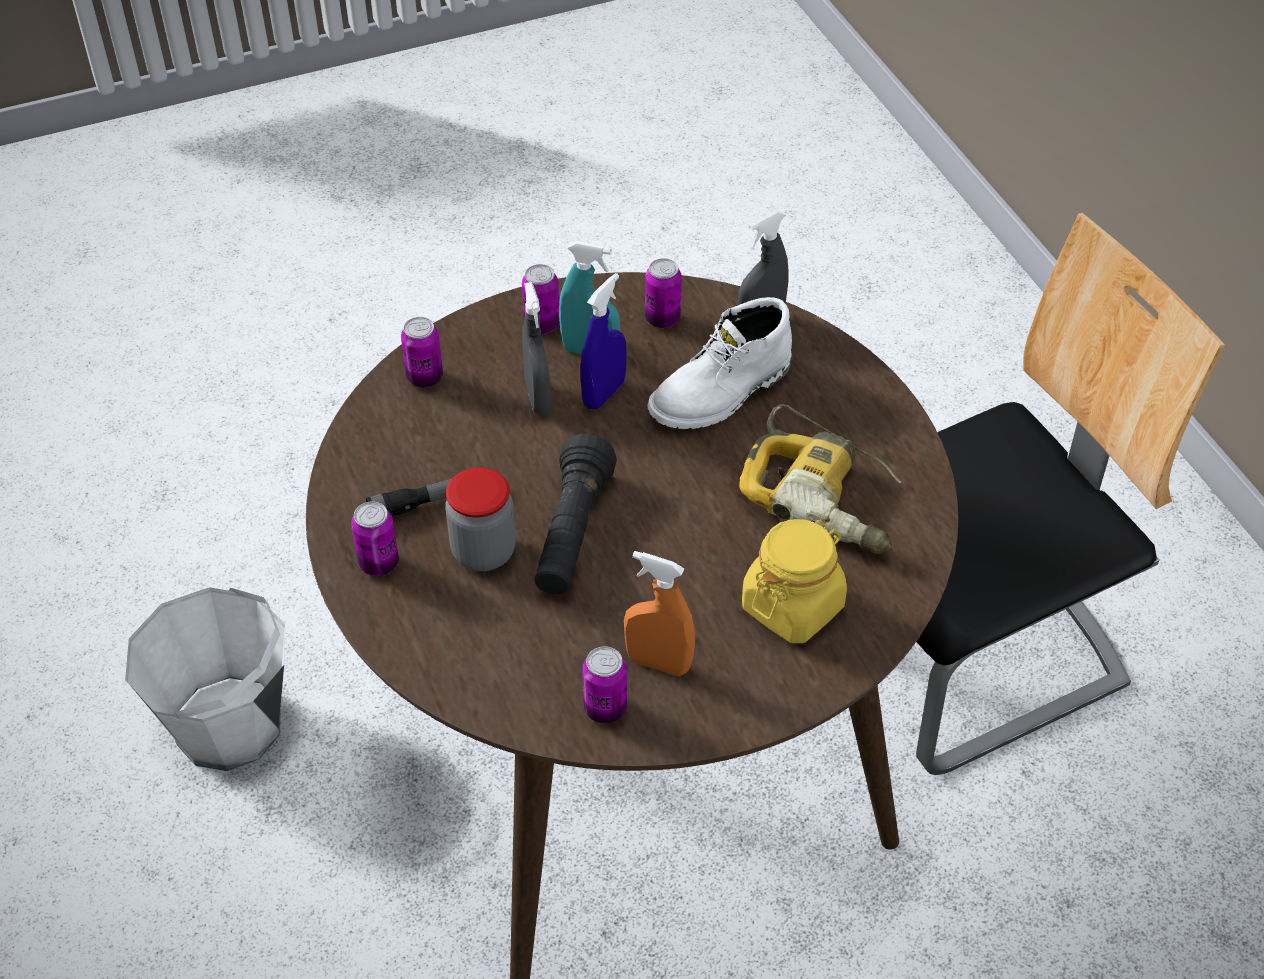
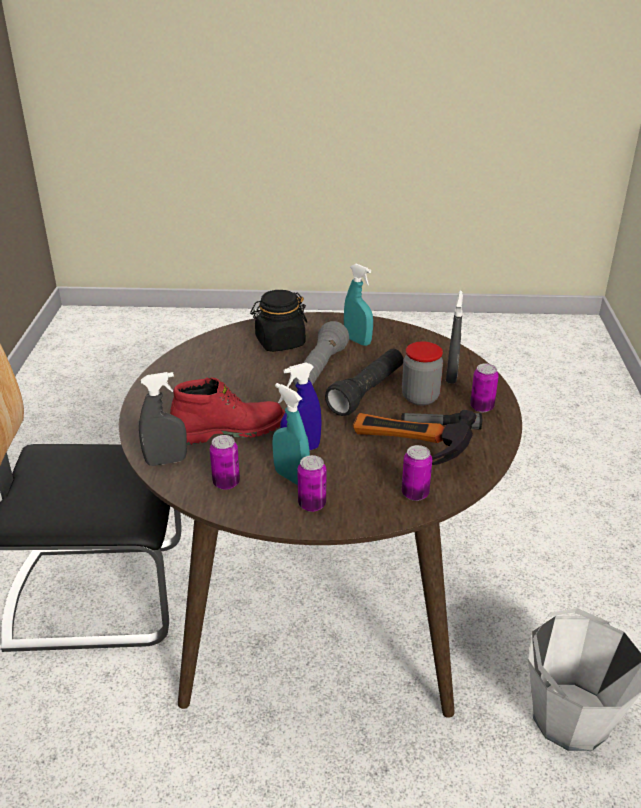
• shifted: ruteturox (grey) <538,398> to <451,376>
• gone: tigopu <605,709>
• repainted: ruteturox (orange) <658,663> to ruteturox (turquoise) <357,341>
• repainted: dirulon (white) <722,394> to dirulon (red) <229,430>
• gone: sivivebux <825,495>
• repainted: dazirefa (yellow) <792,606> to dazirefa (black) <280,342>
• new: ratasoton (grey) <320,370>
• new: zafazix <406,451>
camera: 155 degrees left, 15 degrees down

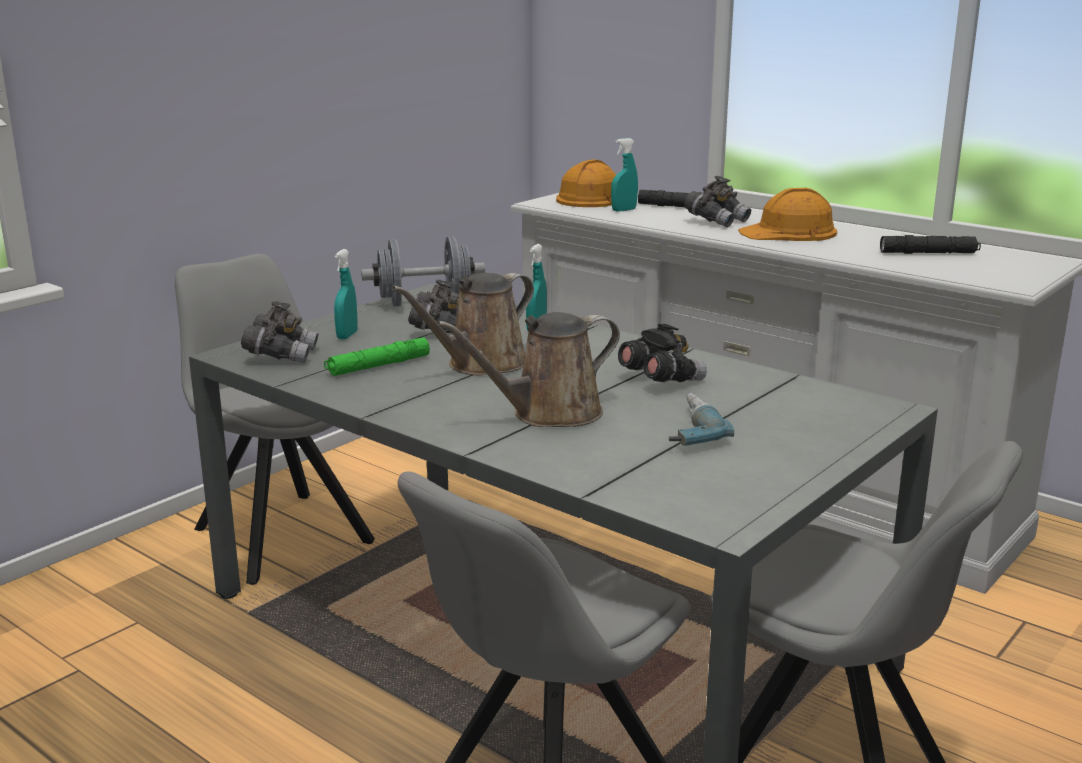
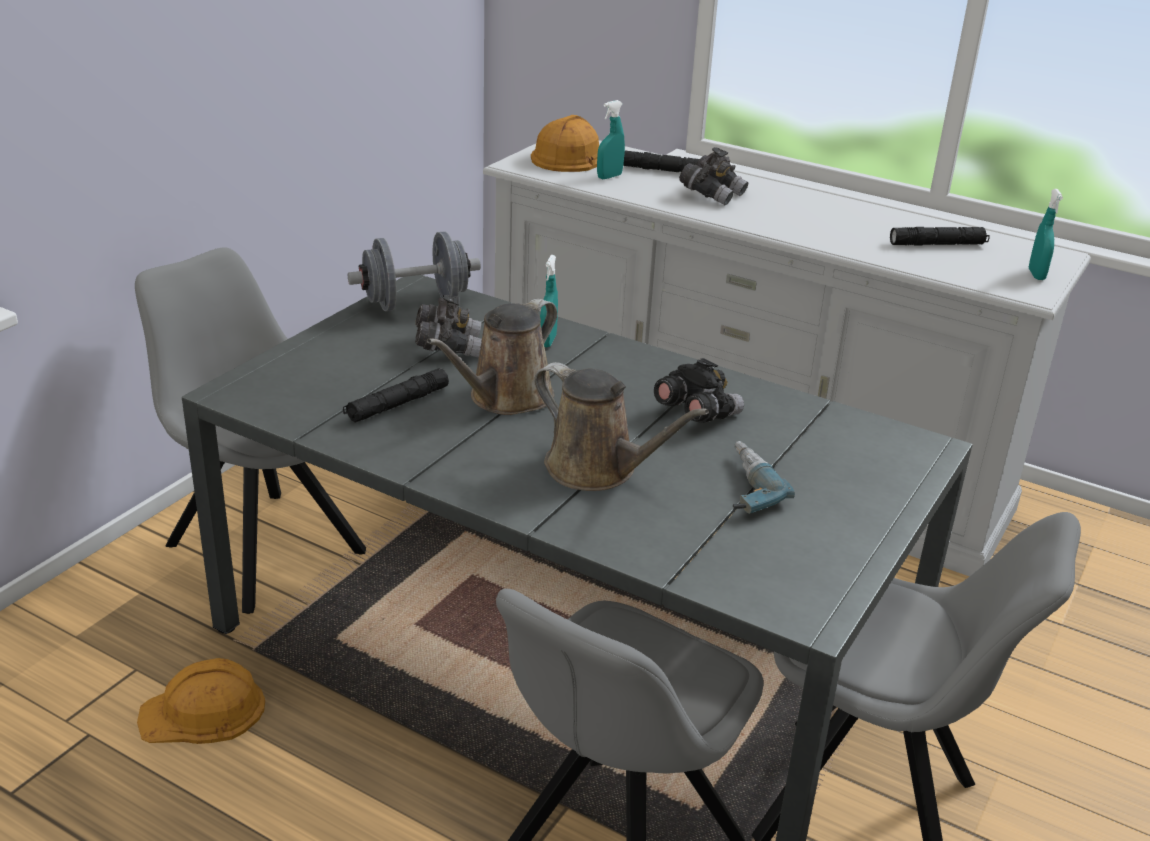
• gone: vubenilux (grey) <281,355>
• repainted: ratasoton (green) <378,366> to ratasoton (black) <397,404>
• shifted: ruteturox (turquoise) <347,335> to <1036,275>
• rotated: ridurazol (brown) <548,414> = <598,469> 105 degrees counterclockwise
• shifted: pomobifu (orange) <789,232> to <203,712>
camera: 10 degrees left, 10 degrees up

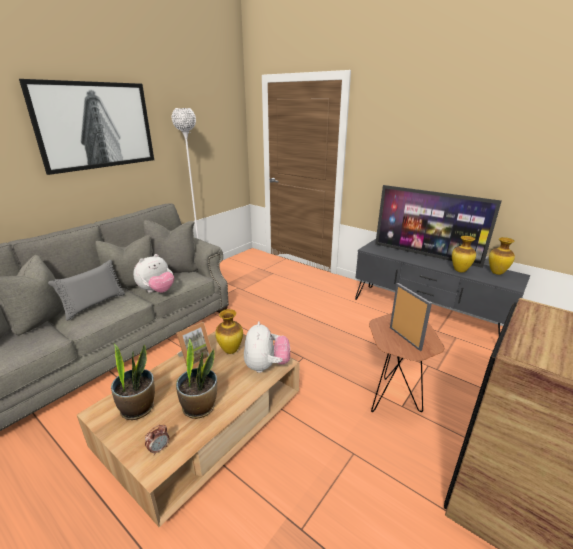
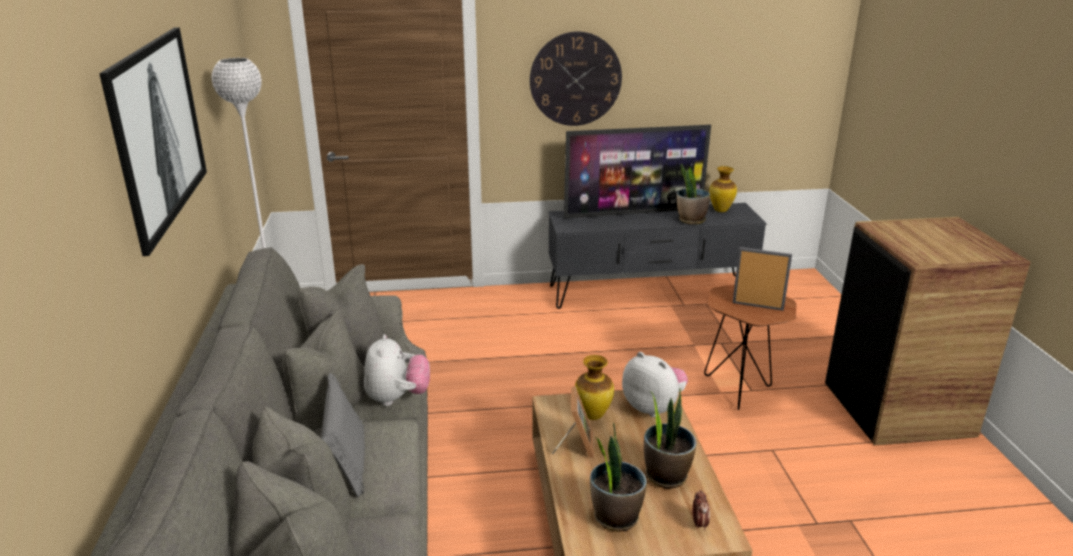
• swapped: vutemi <460,271> to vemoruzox <691,220>
• new: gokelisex <575,79>
camera: 45 degrees left, 0 degrees up

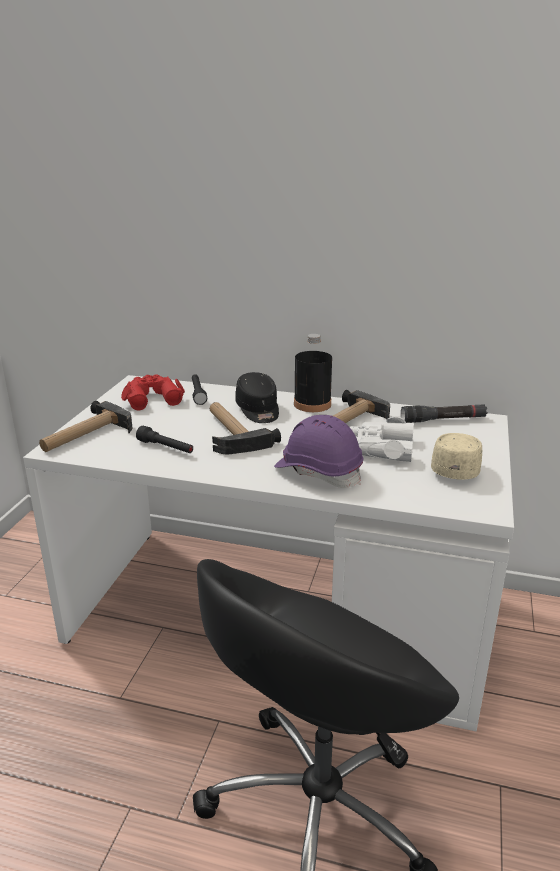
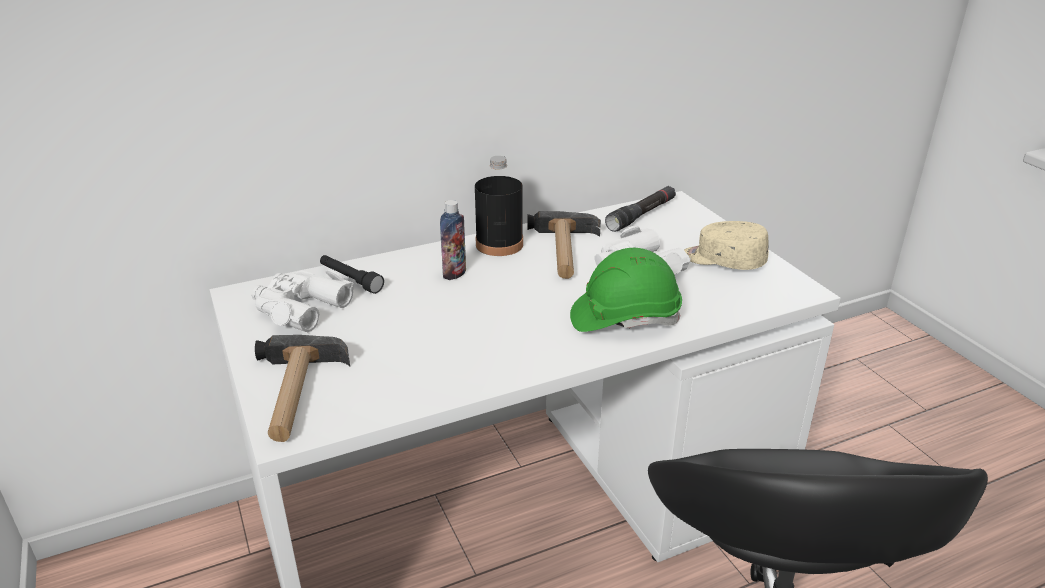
• repainted: vubenilux (red) <152,398> to vubenilux (white) <299,307>
• gone: ratasoton (black) <166,448>
• gone: zafazix <231,432>
• swapped: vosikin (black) <258,410> to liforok <454,273>
• repainted: pomobifu (purple) <318,472> to pomobifu (green) <624,318>
• rotated: vosikin (beige) <456,467> = <723,260> 45 degrees counterclockwise
camera: 40 degrees left, 5 degrees up

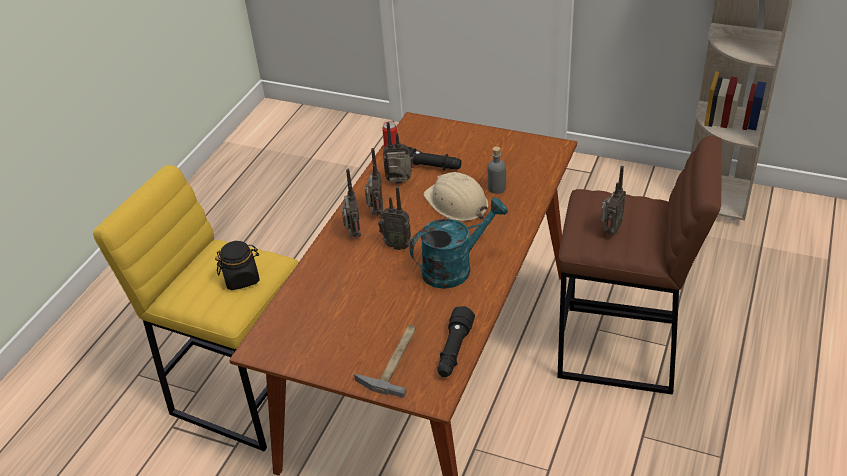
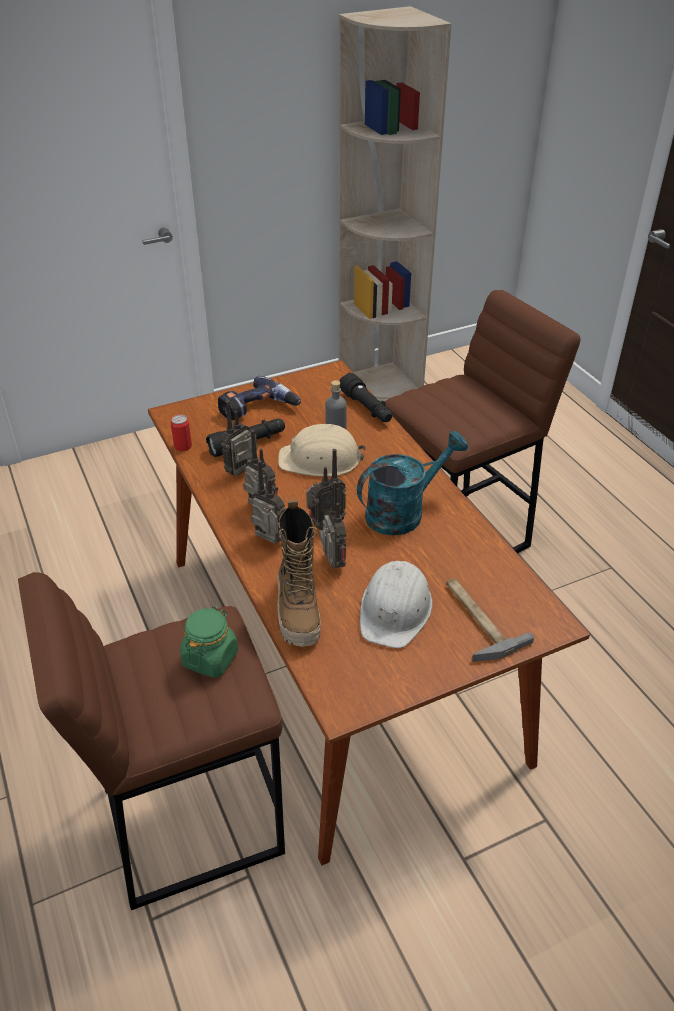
• repainted: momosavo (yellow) <241,394> to momosavo (brown) <187,822>
• repainted: dazirefa (black) <242,278> to dazirefa (green) <210,658>
• rotated: ridurazol (turquoise) <455,267> = <403,512> 45 degrees clockwise
• shifted: ratasoton (black) <454,351> to <367,408>
• shifted: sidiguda <609,231> to <332,564>
• new: sivivebux <259,410>
• new: dirulon <299,611>
• new: pomobifu (white) <395,609>
camera: 50 degrees left, 0 degrees up

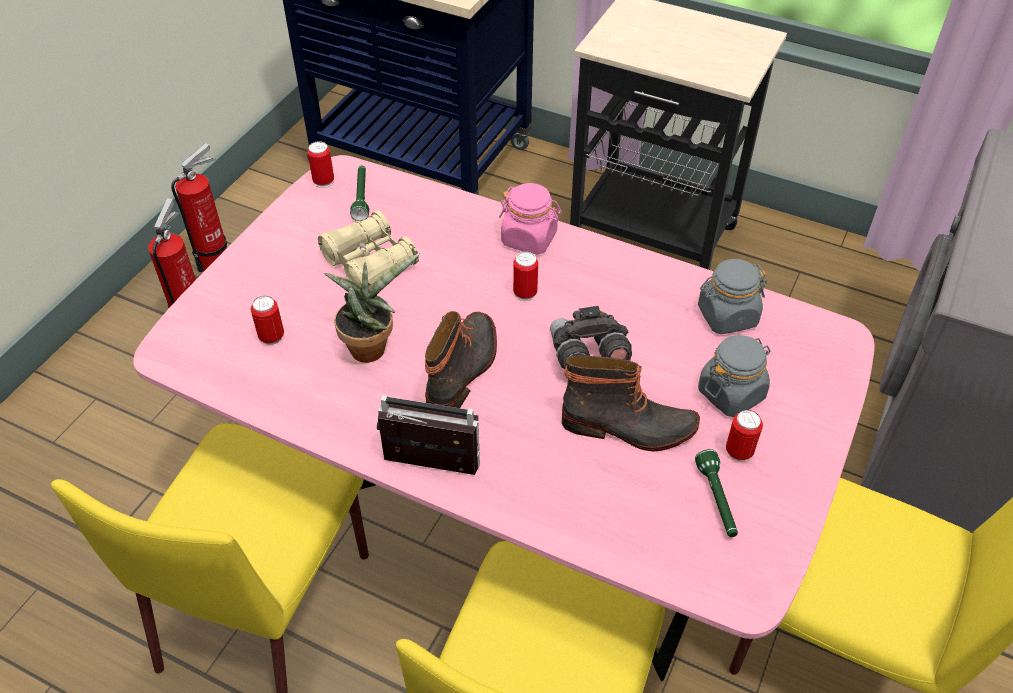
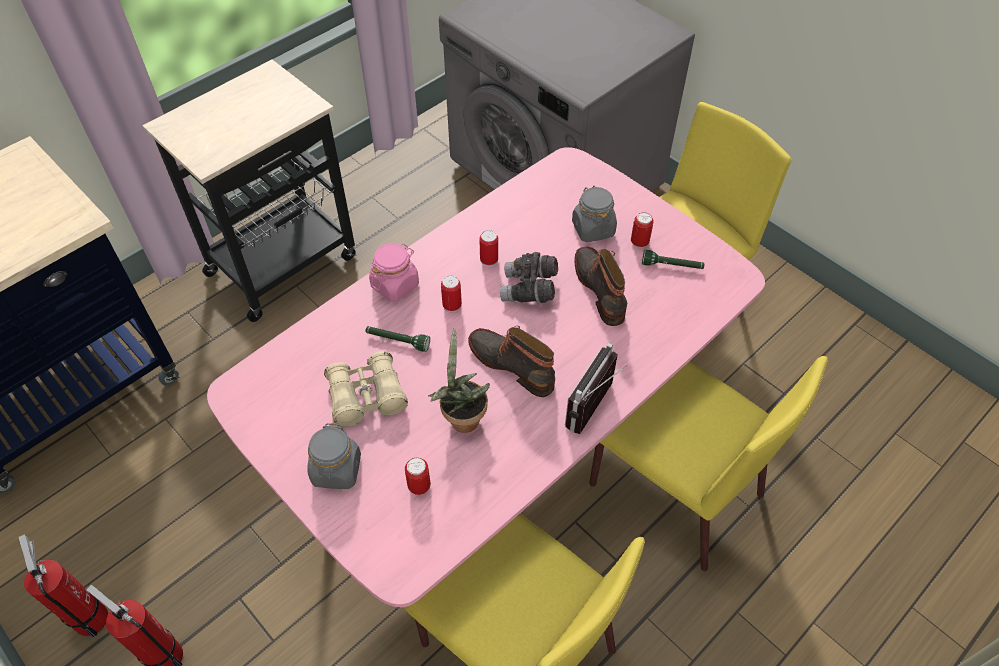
• shifted: tigopu <323,181> to <489,260>
• shifted: ratasoton (green) <361,197> to <397,341>
• rotated: dirulon <628,428> = <601,289> 45 degrees counterclockwise
• shifted: dazirefa (grey) <727,316> to <336,470>
camera: 70 degrees left, 5 degrees up

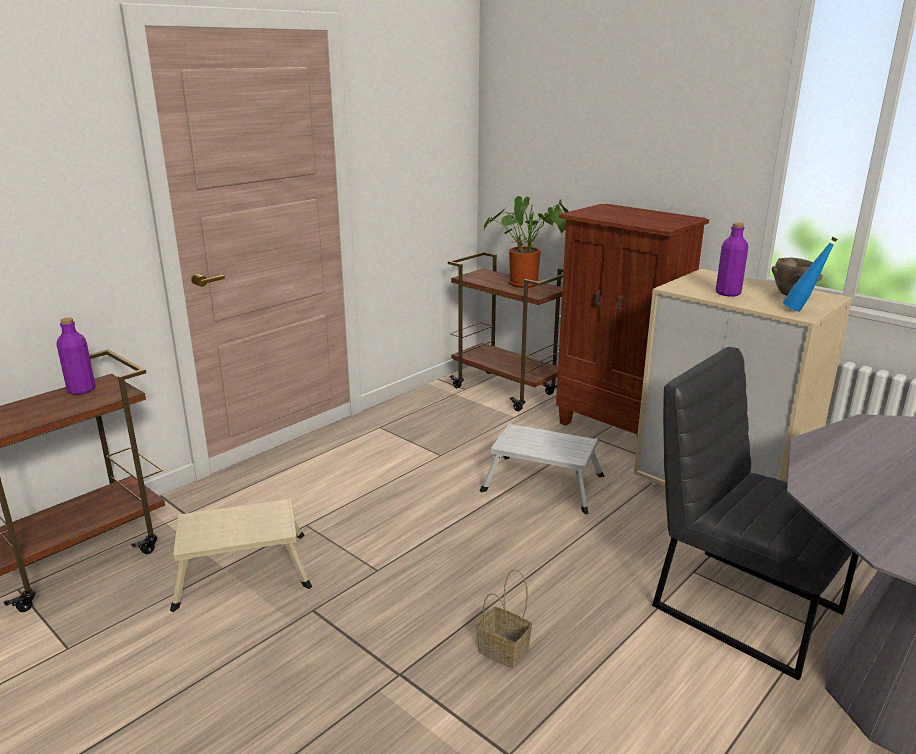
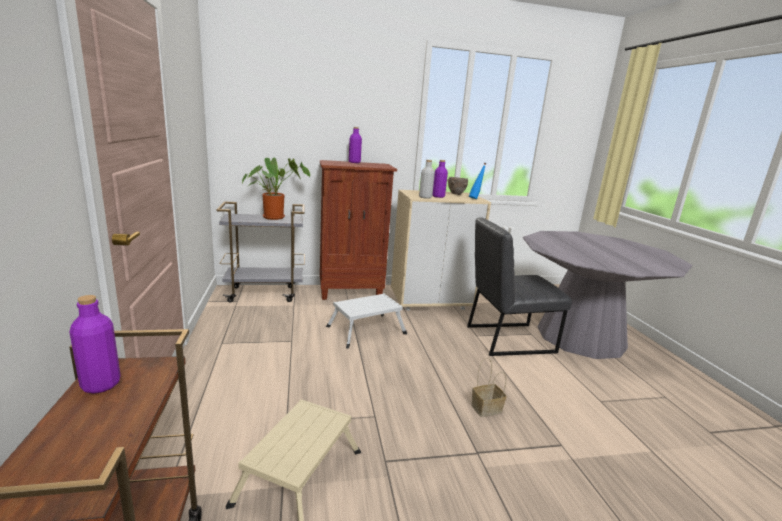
• repainted: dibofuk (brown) <506,392> to dibofuk (grey) <265,294>
• new: liforok (purple) <354,162>
• new: liforok (grey) <425,197>
camera: 55 degrees left, 5 degrees down

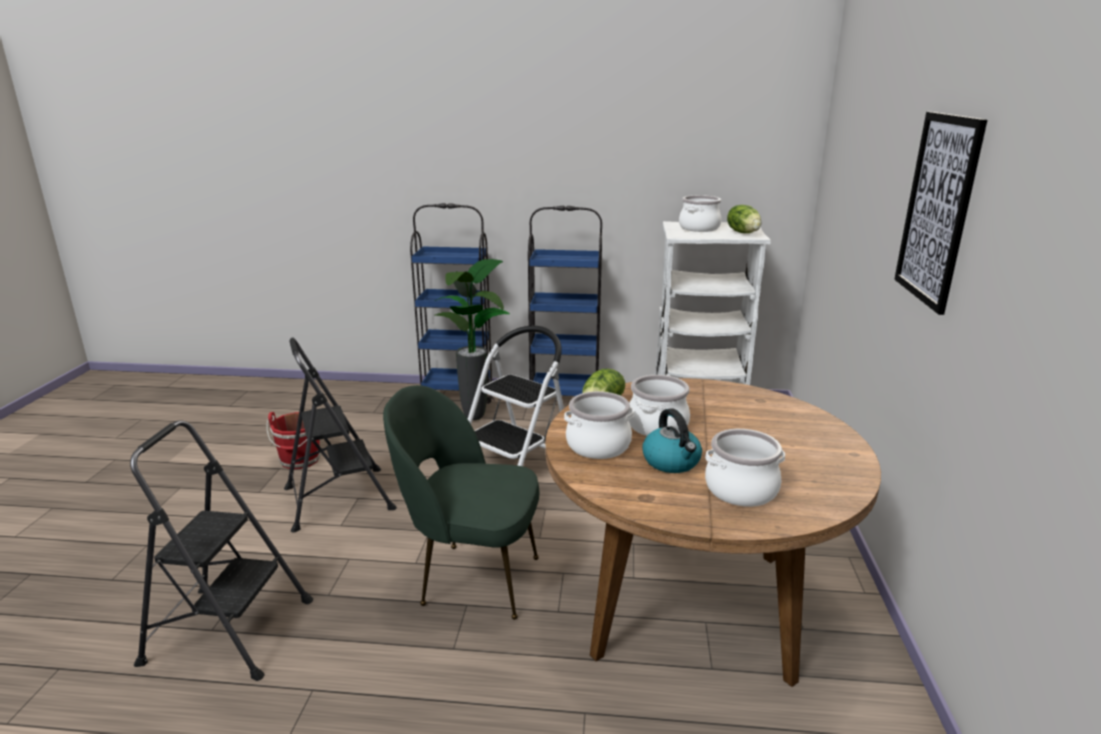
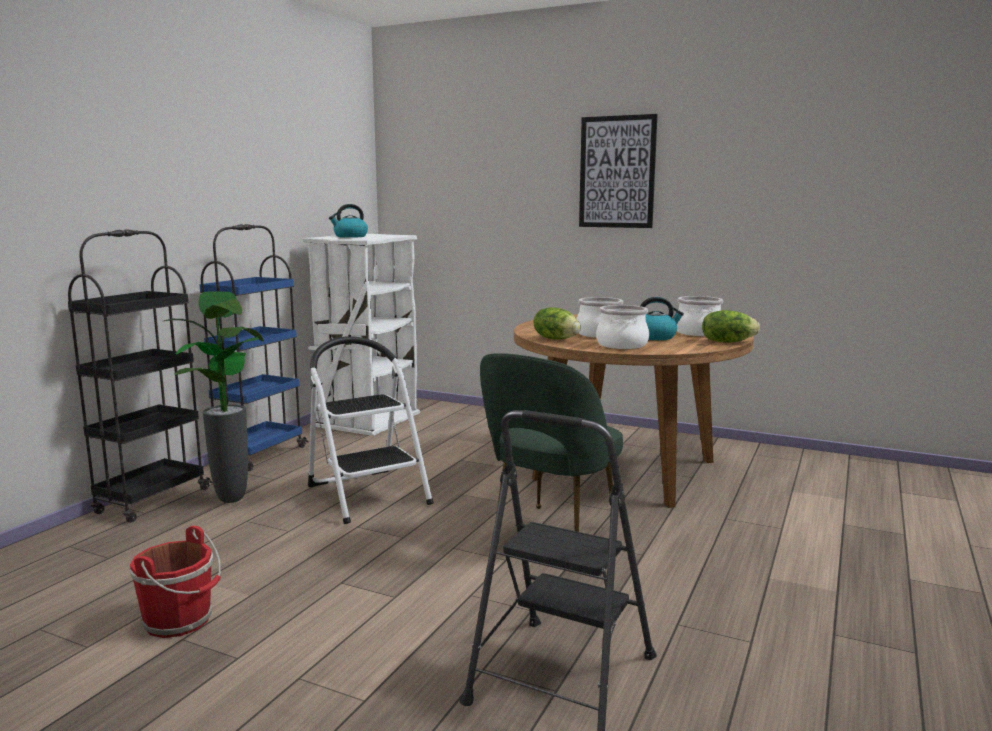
• gone: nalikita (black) <335,498>
• repainted: dibofuk (blue) <458,394> to dibofuk (black) <152,501>
• swapped: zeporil <699,228> to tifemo <350,236>
• shifted: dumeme <743,232> to <727,342>
camera: 70 degrees left, 10 degrees down

